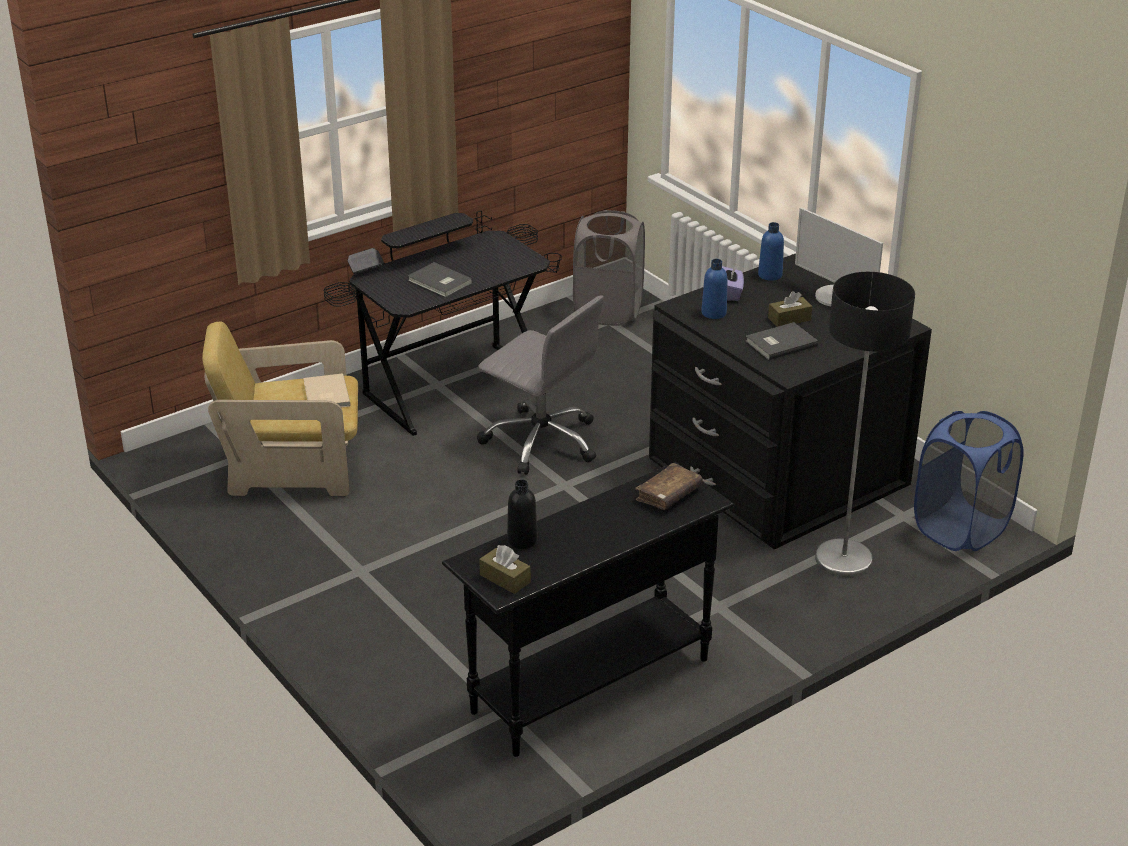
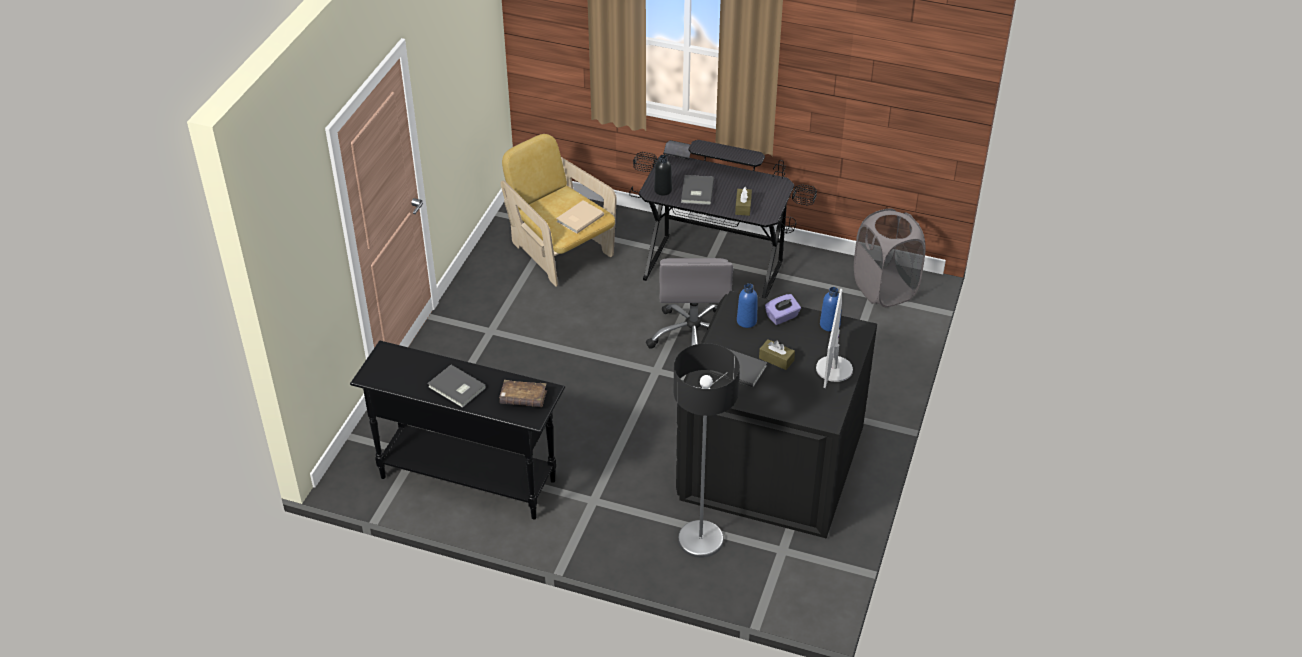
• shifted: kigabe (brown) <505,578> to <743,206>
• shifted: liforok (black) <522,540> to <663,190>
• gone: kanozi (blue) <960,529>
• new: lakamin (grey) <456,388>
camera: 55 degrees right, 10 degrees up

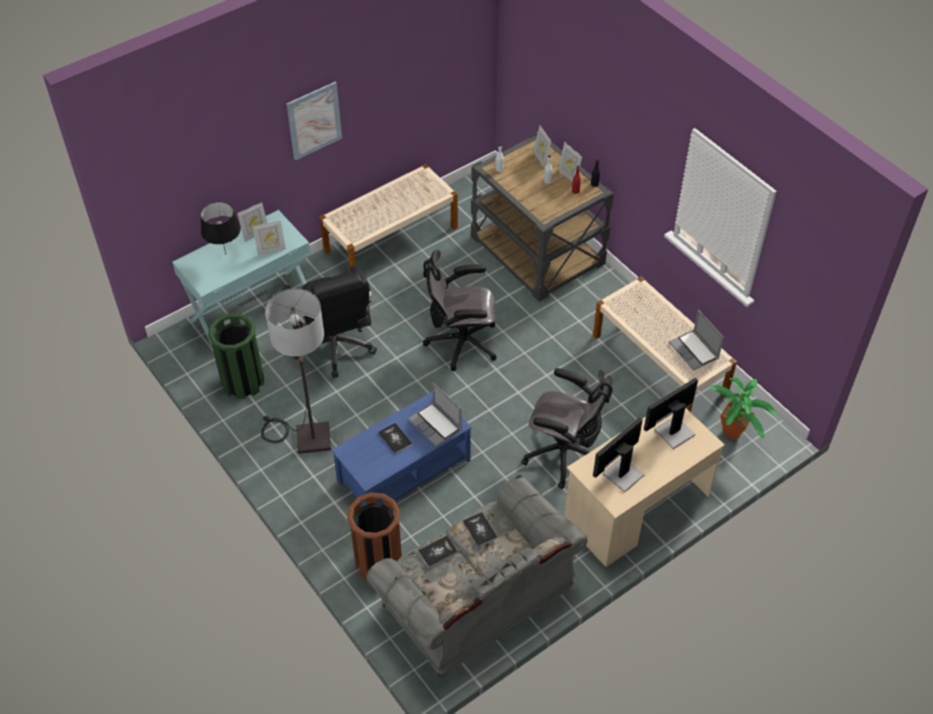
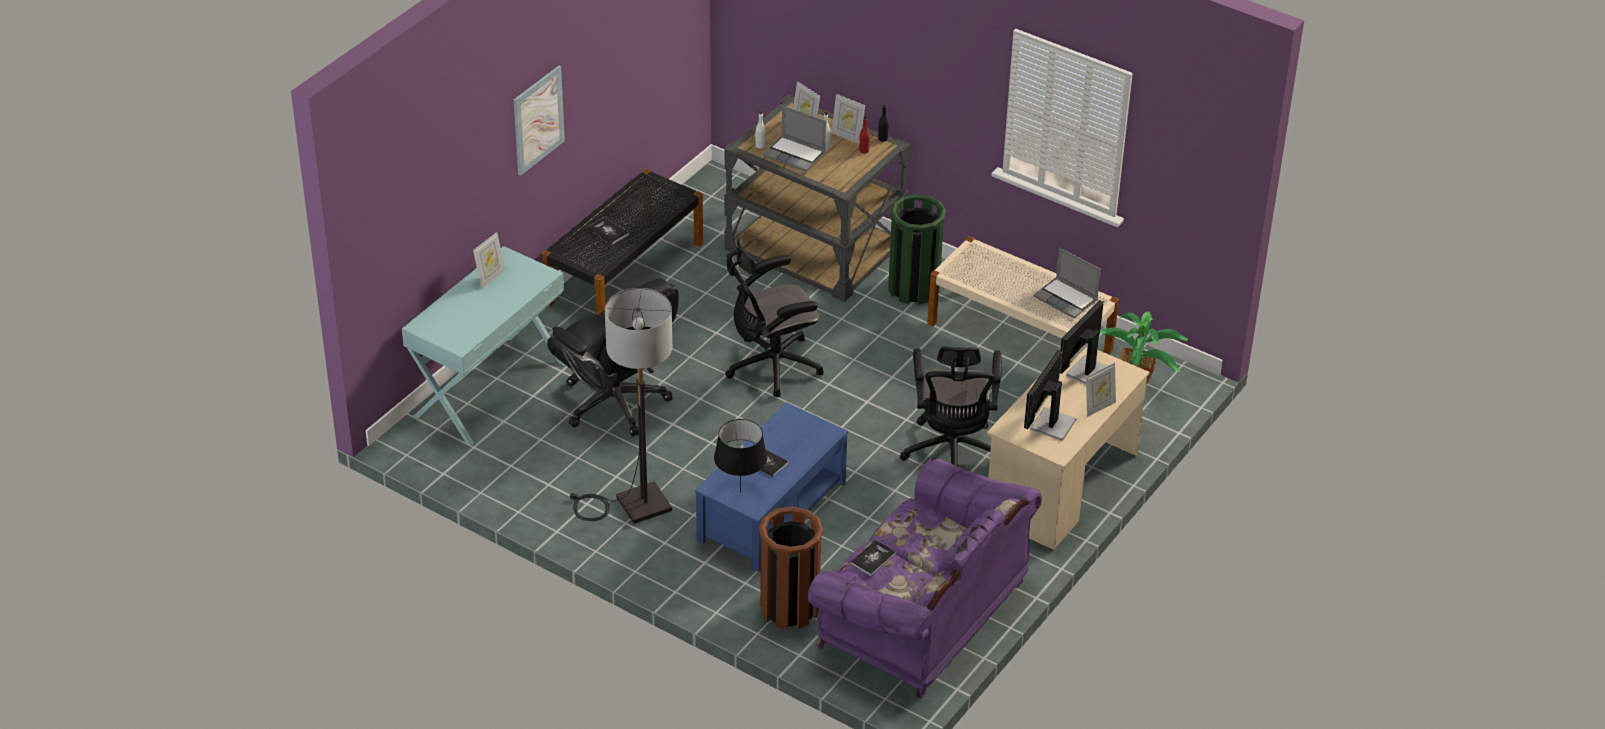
• shifted: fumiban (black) <226,254> to <740,492>
• shifted: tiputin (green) <243,382> to <913,288>
• shifted: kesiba <271,250> to <1098,407>
• repainted: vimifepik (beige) <391,239> to vimifepik (black) <624,273>
• repainted: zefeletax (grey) <476,597> to zefeletax (purple) <921,614>
• shifted: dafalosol <436,425> to <795,154>
• shifted: lakamin <480,530> to <608,232>
• rotated: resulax <563,454> = <952,451> 90 degrees clockwise
camera: 20 degrees left, 10 degrees down

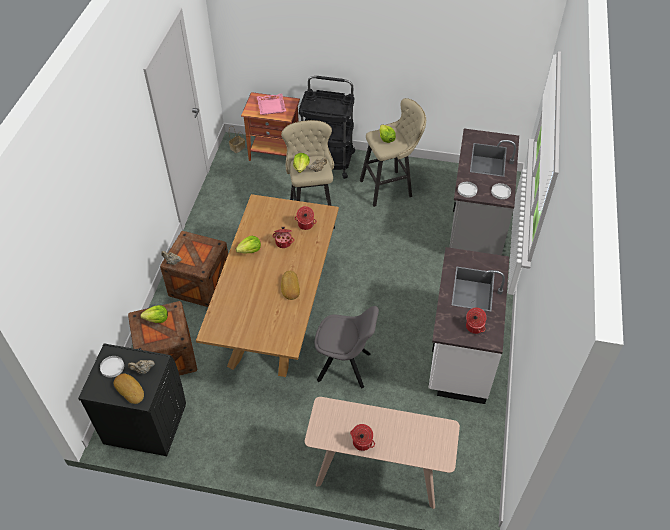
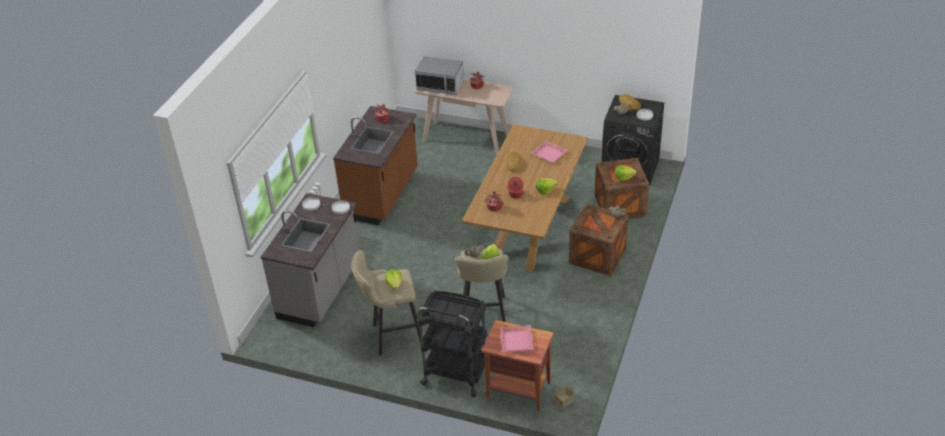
• gone: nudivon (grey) <344,366>
• repainted: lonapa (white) <459,352> to lonapa (brown) <383,195>
• new: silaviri <440,86>
• new: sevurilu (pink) <549,154>
camera: 170 degrees left, 10 degrees down

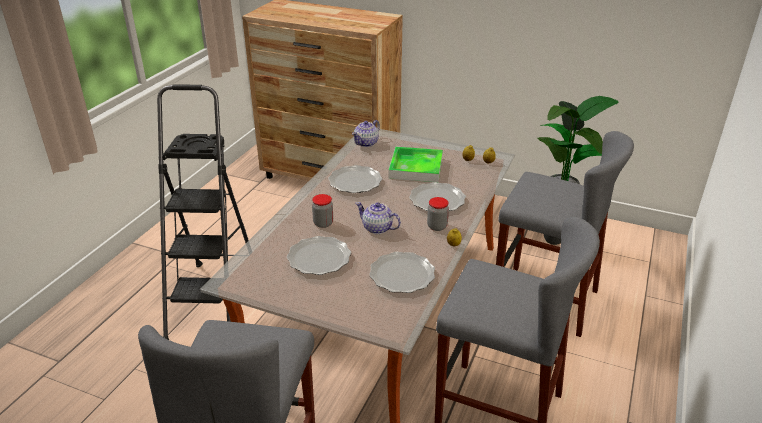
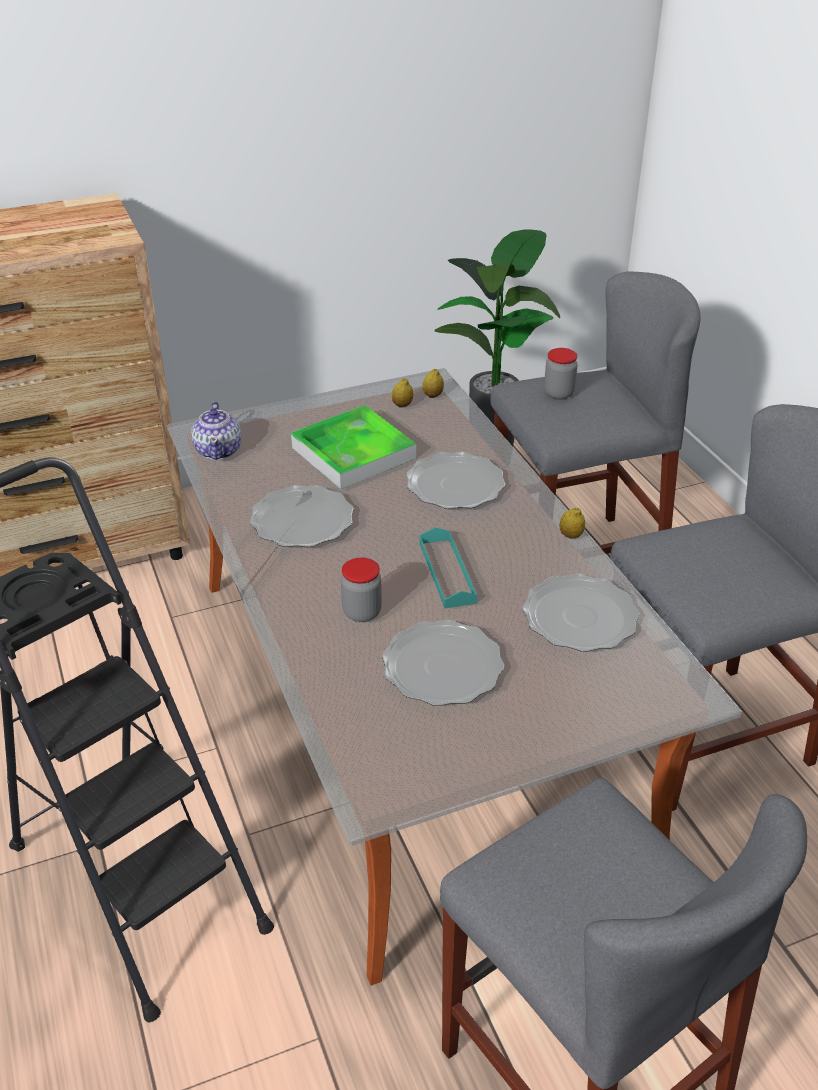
• swapped: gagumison <377,228> to sevurilu (turquoise) <447,572>
• shifted: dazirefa <437,226> to <558,393>
camera: 45 degrees left, 5 degrees up

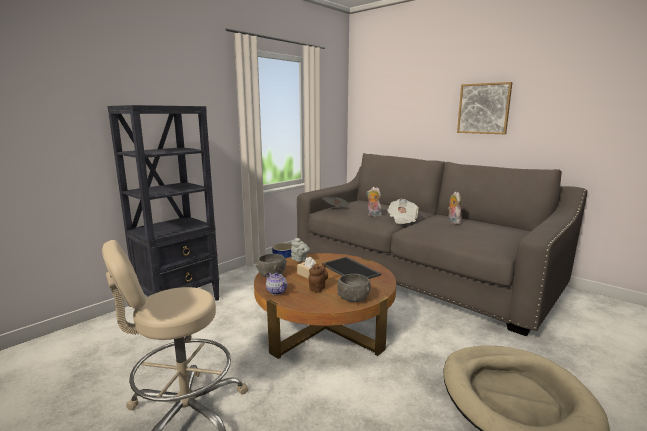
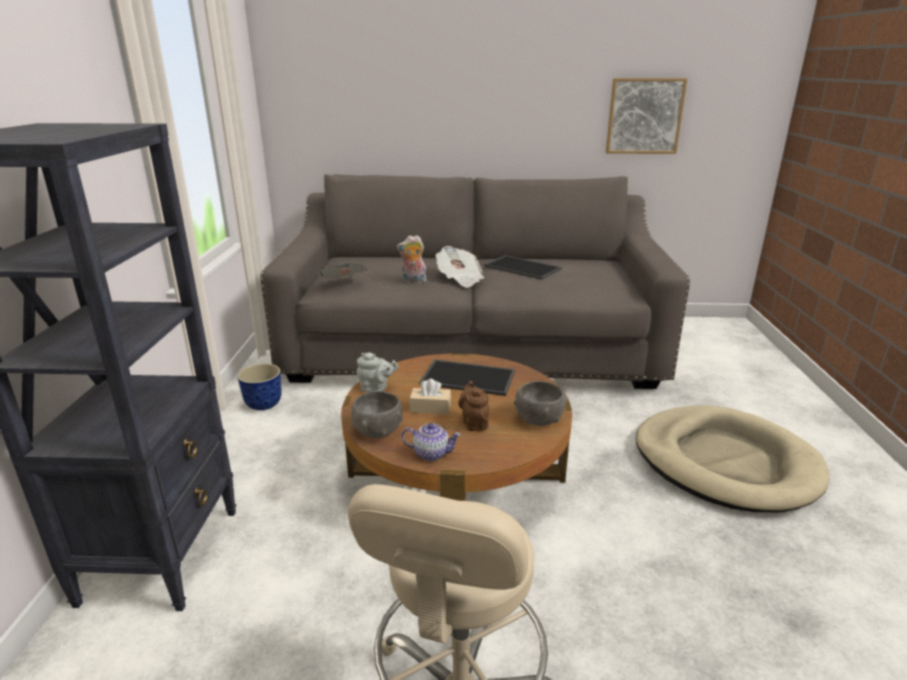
• swapped: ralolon <453,222> to sevurilu <523,267>
• shifted: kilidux <483,108> to <644,116>
camera: 40 degrees left, 10 degrees up

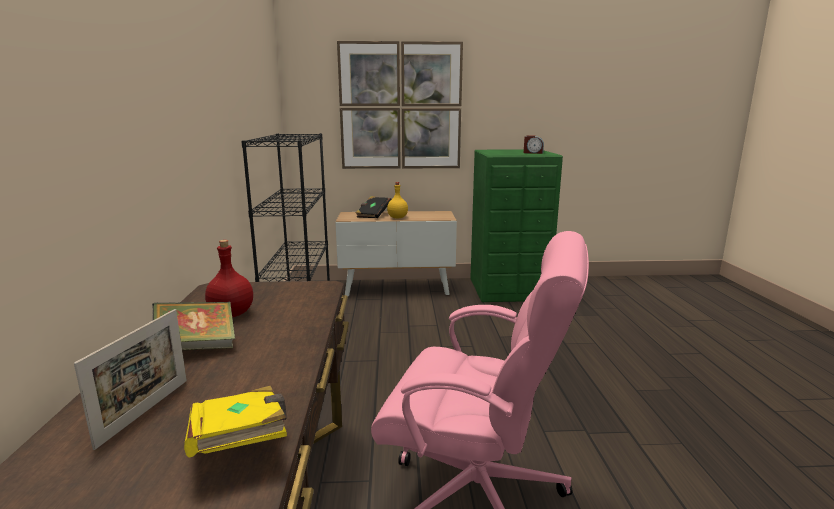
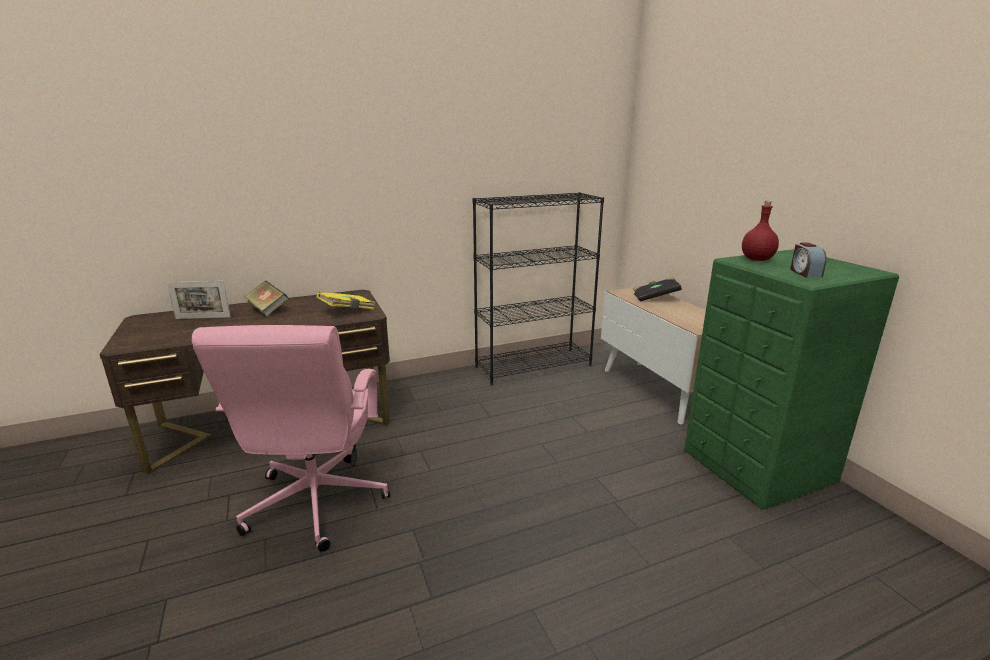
• shifted: lakamin (yellow) <241,441> to <348,311>
• shifted: liforok (red) <232,314> to <757,259>
• gone: kilidux <400,107>
• gone: liforok (yellow) <397,217>
camera: 70 degrees right, 5 degrees up

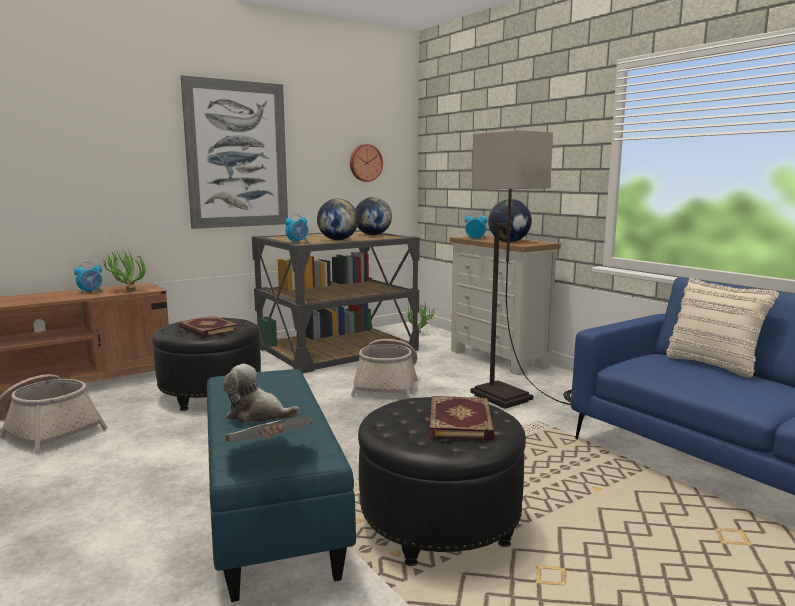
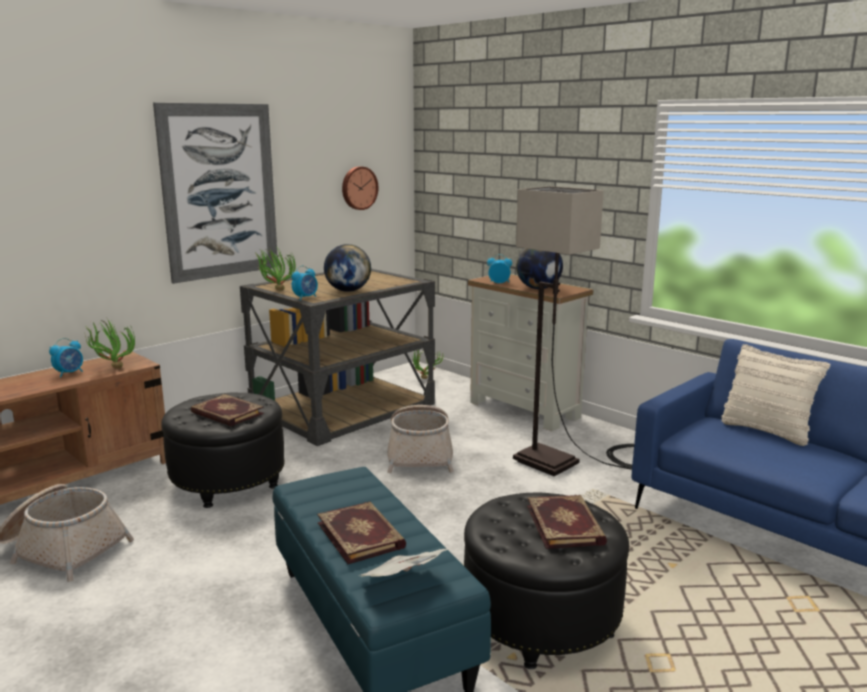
• swapped: ralolon <257,415> to lakamin <362,535>
• gone: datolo <373,235>
• new: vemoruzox <274,290>
camera: 10 degrees left, 5 degrees up

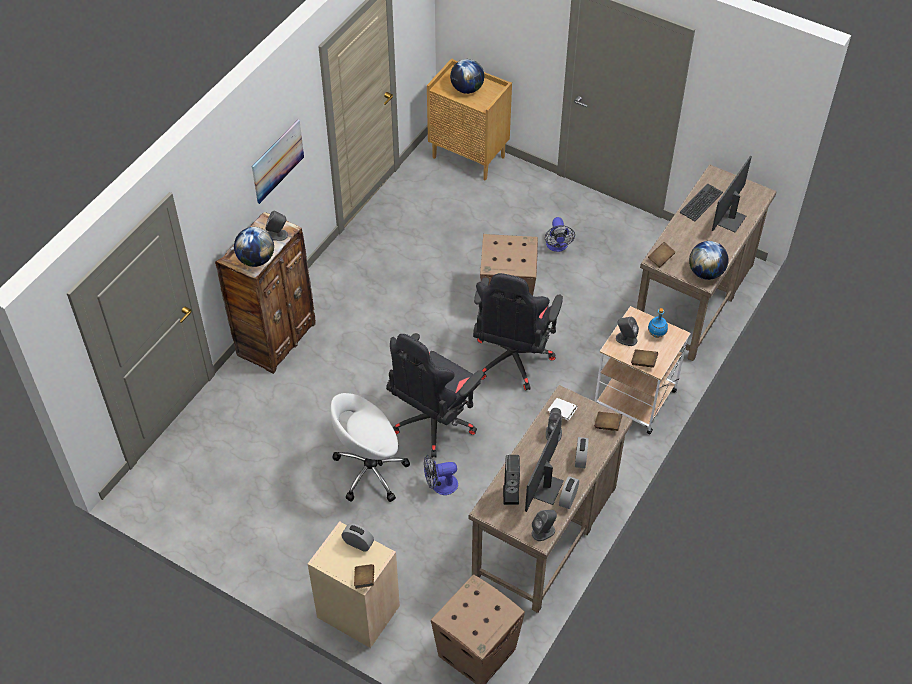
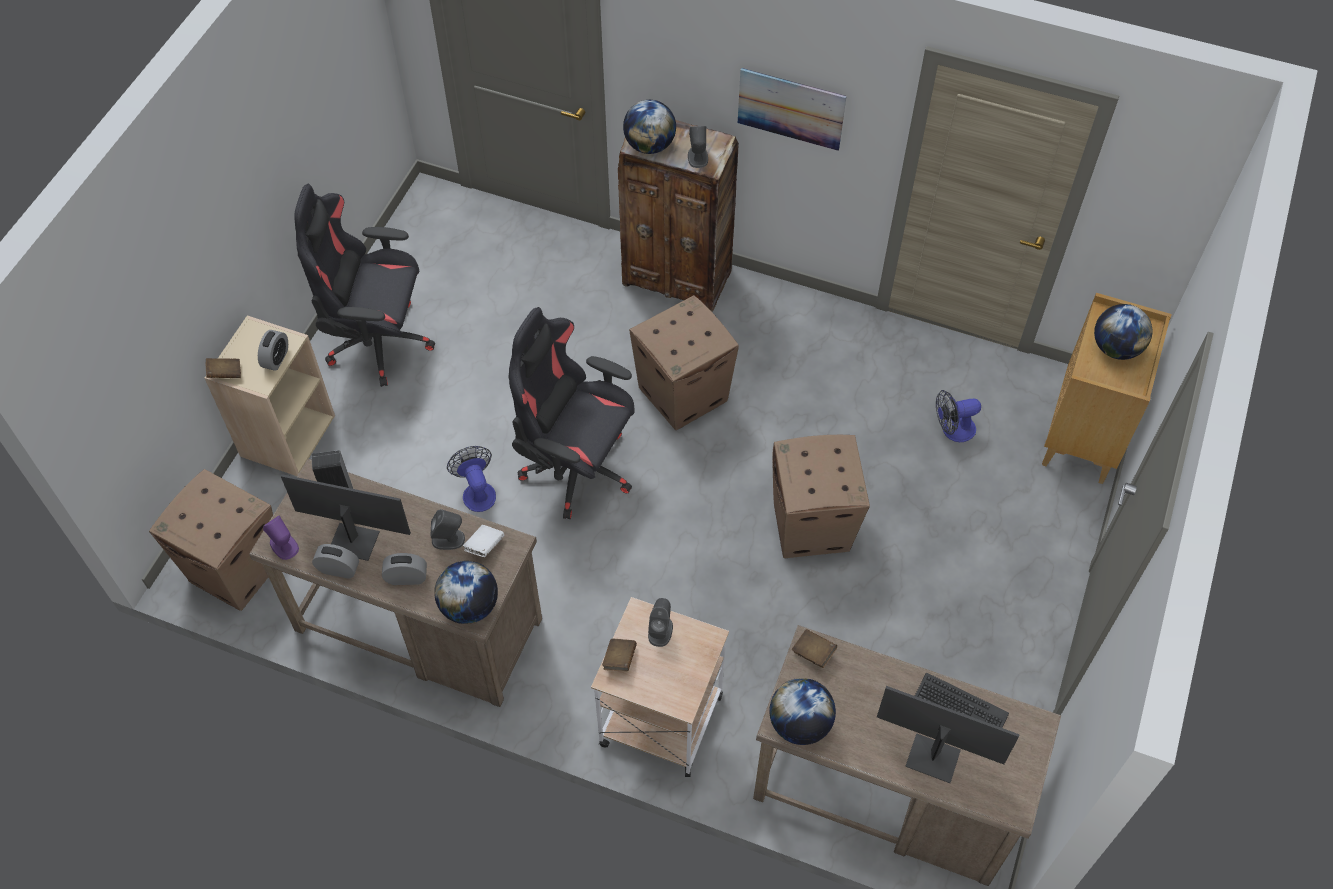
• gone: resulax (white) <369,471>
• shifted: resulax (black) <513,358> to <381,342>
• repainted: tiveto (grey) <543,531> to tiveto (purple) <284,546>
• shifted: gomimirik <557,246> to <952,430>
• swapped: lakamin (brown) <607,425> to datolo <470,606>
• gone: liforok (blue) <656,334>
• new: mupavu <684,393>
camera: 80 degrees right, 5 degrees up

